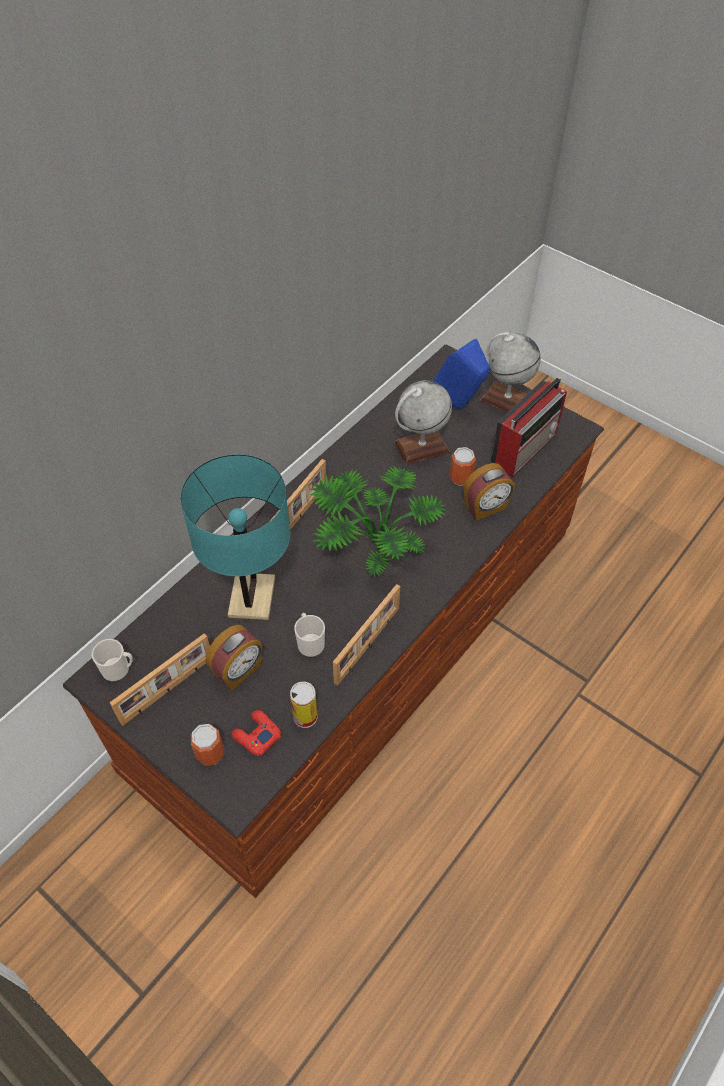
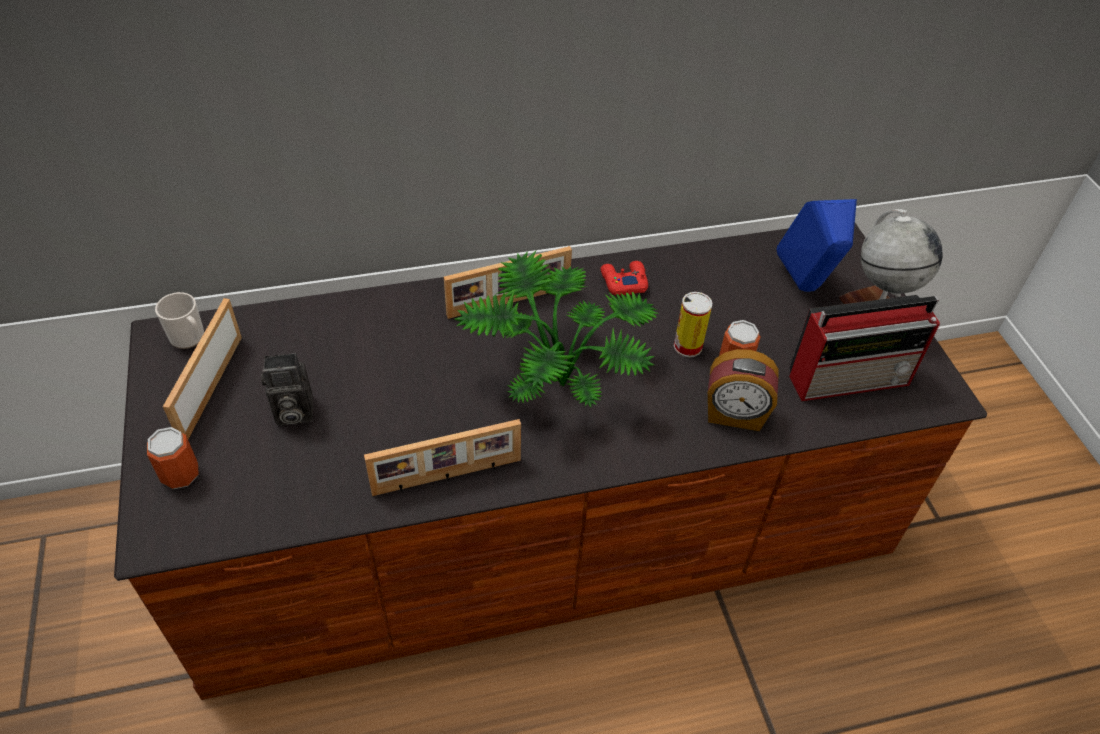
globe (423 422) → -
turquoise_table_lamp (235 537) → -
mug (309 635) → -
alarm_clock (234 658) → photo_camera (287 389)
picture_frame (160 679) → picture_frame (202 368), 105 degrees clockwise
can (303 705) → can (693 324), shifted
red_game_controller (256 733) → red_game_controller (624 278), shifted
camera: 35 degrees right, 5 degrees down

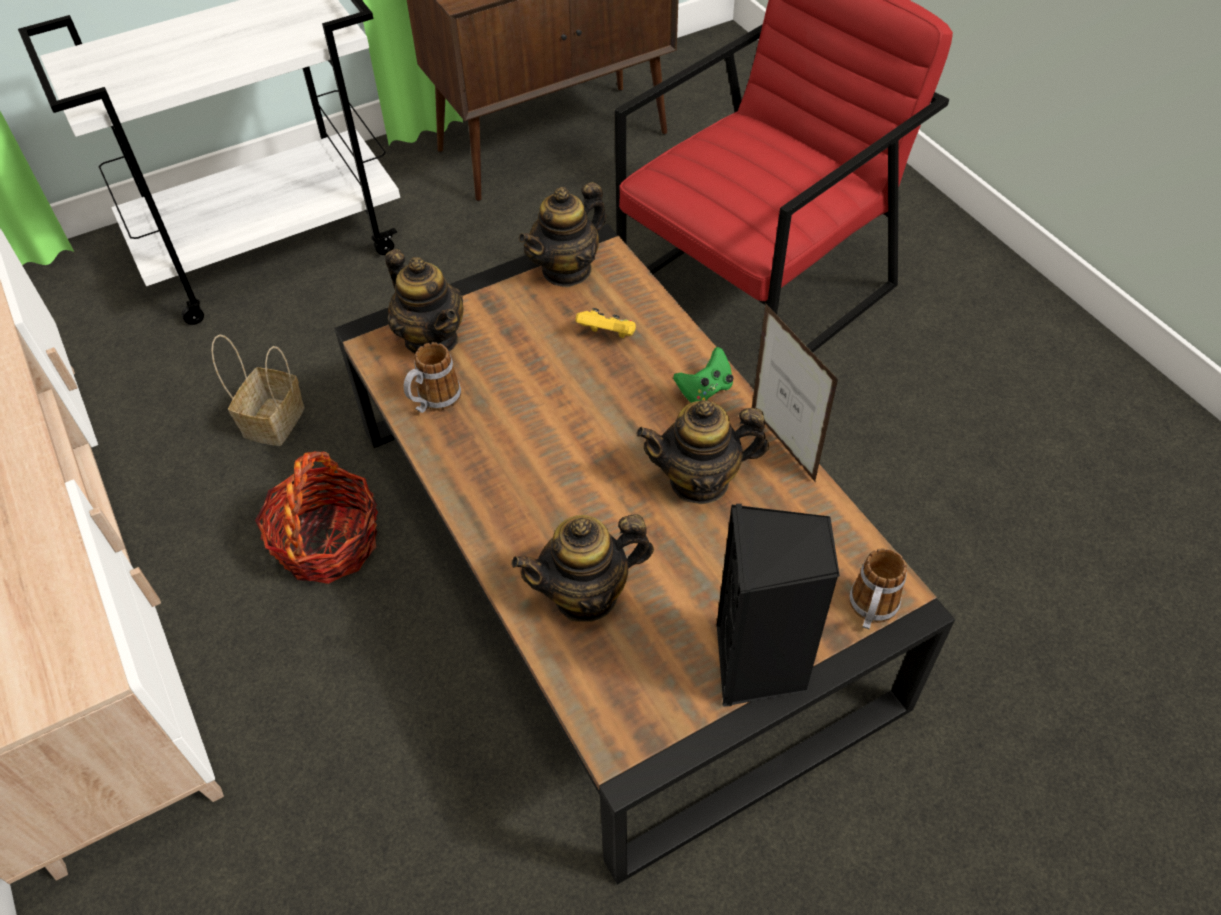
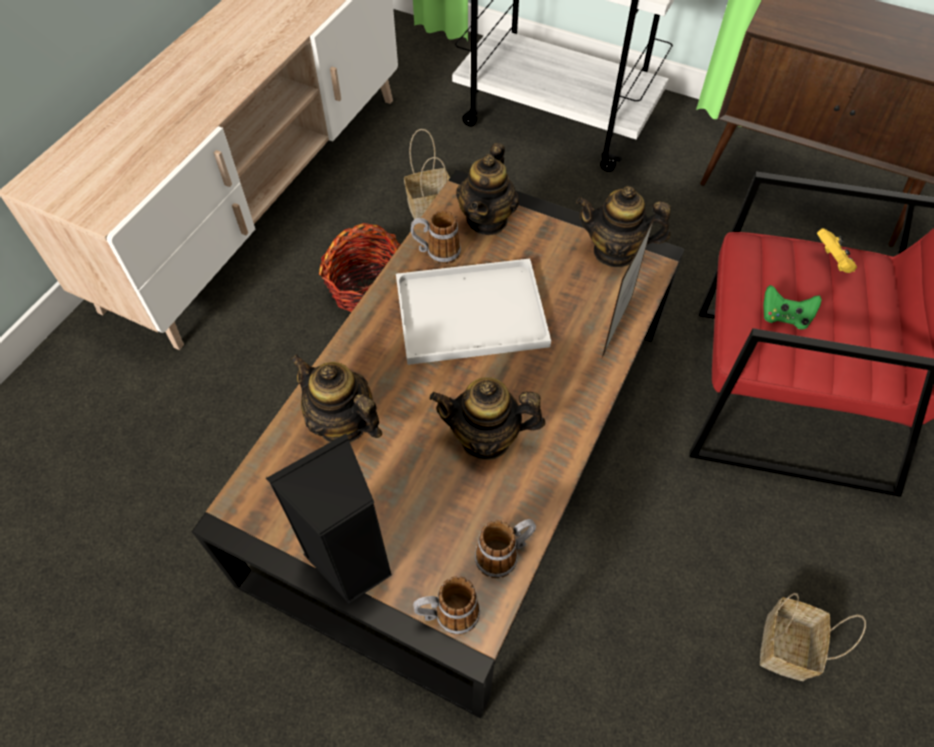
picture_frame (795 393) → picture_frame (629 285), shifted
yellow_game_controller (606 323) → yellow_game_controller (837 250), shifted
green_game_controller (703 375) → green_game_controller (792 307), shifted
teapot (702 452) → teapot (487 418), 45 degrees counterclockwise
- → white_tray (473 312)
- → mug (505 548)
- → basket (813 637)
camera: 55 degrees right, 5 degrees up

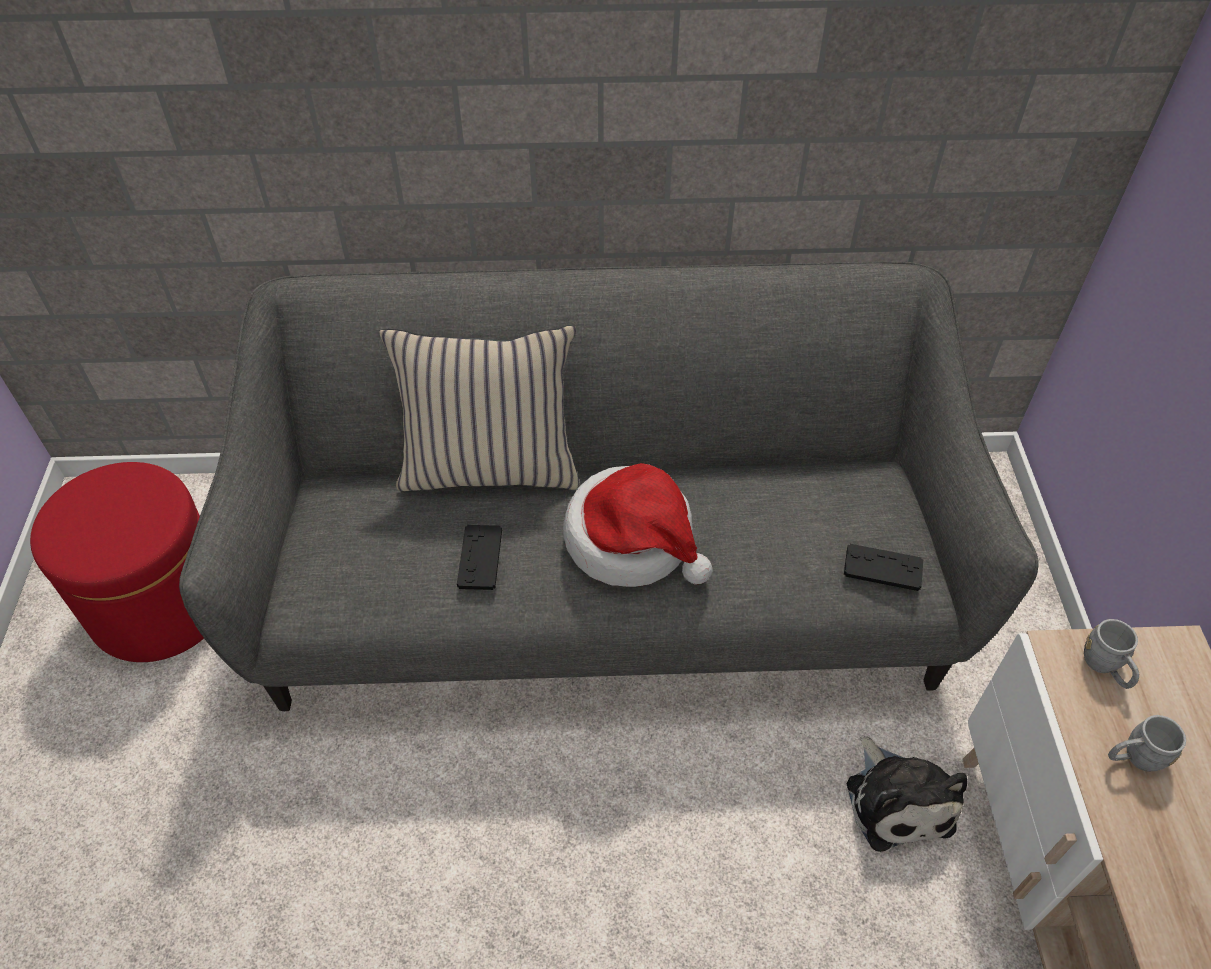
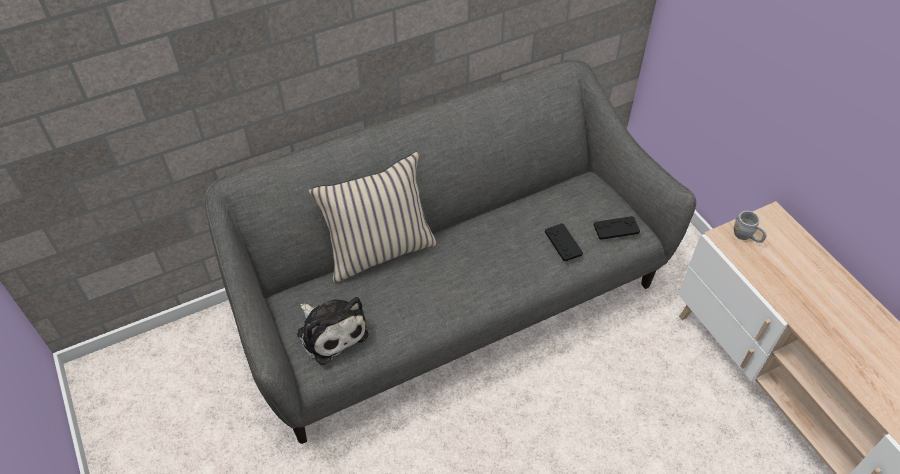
red_ottoman (117 562) → -
hat (638 525) → -
black_game_controller (479 557) → black_game_controller (564 242), shifted
grey_mug (1147 743) → -
plush_toy (907 793) → plush_toy (332 331), shifted
camera: 25 degrees left, 0 degrees up

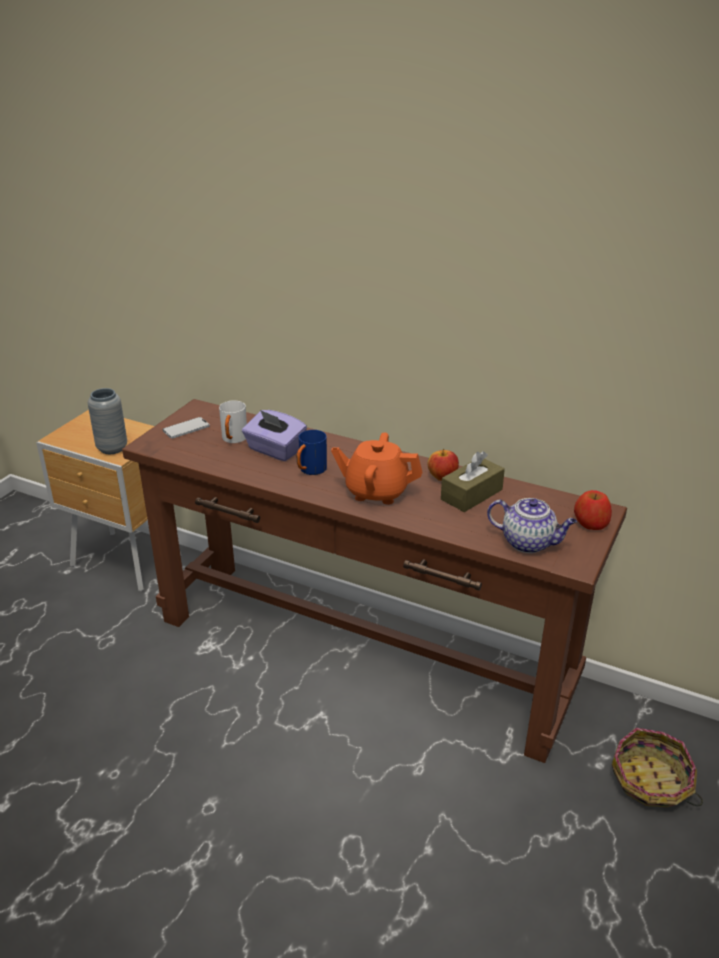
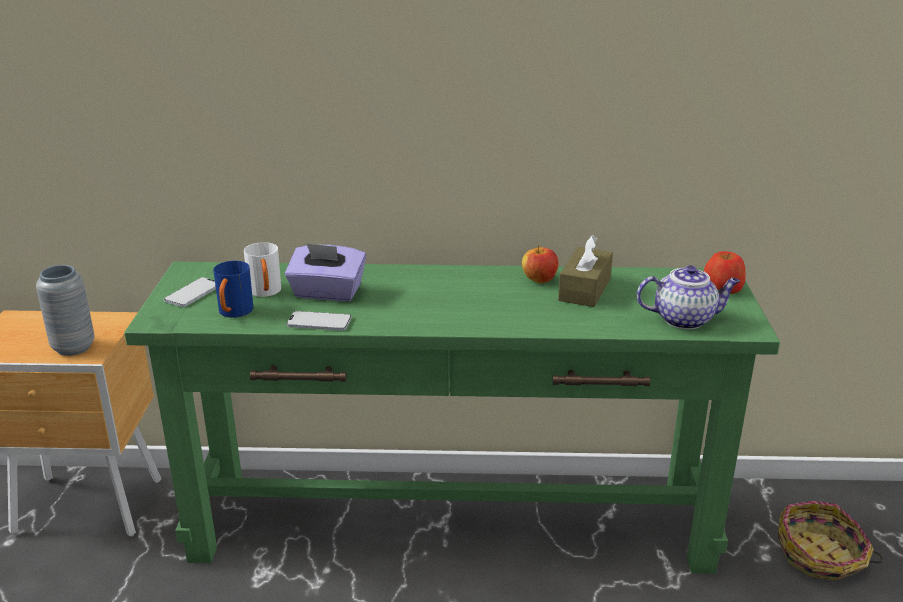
brown_console_table (374 581) → green_console_table (452 417)
blue_mug (312 452) → blue_mug (233 289), shifted
orange_teapot (377 468) → -
- → phone (319 321)
camera: 25 degrees left, 5 degrees down

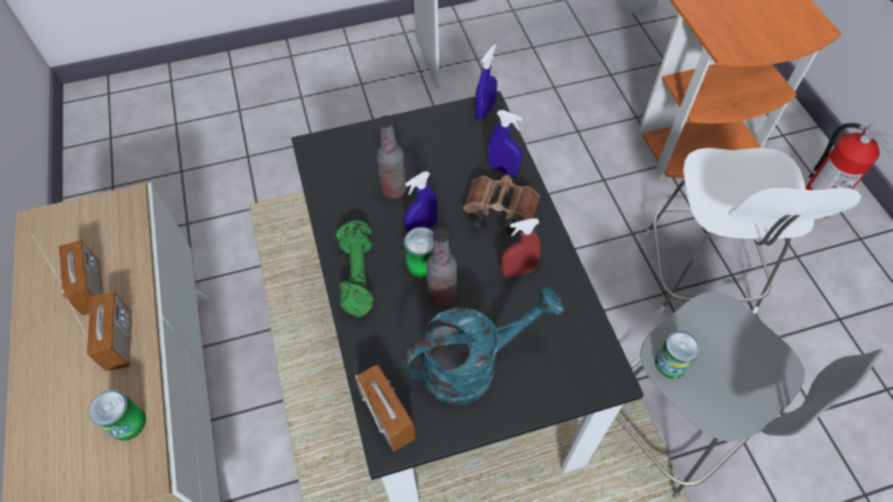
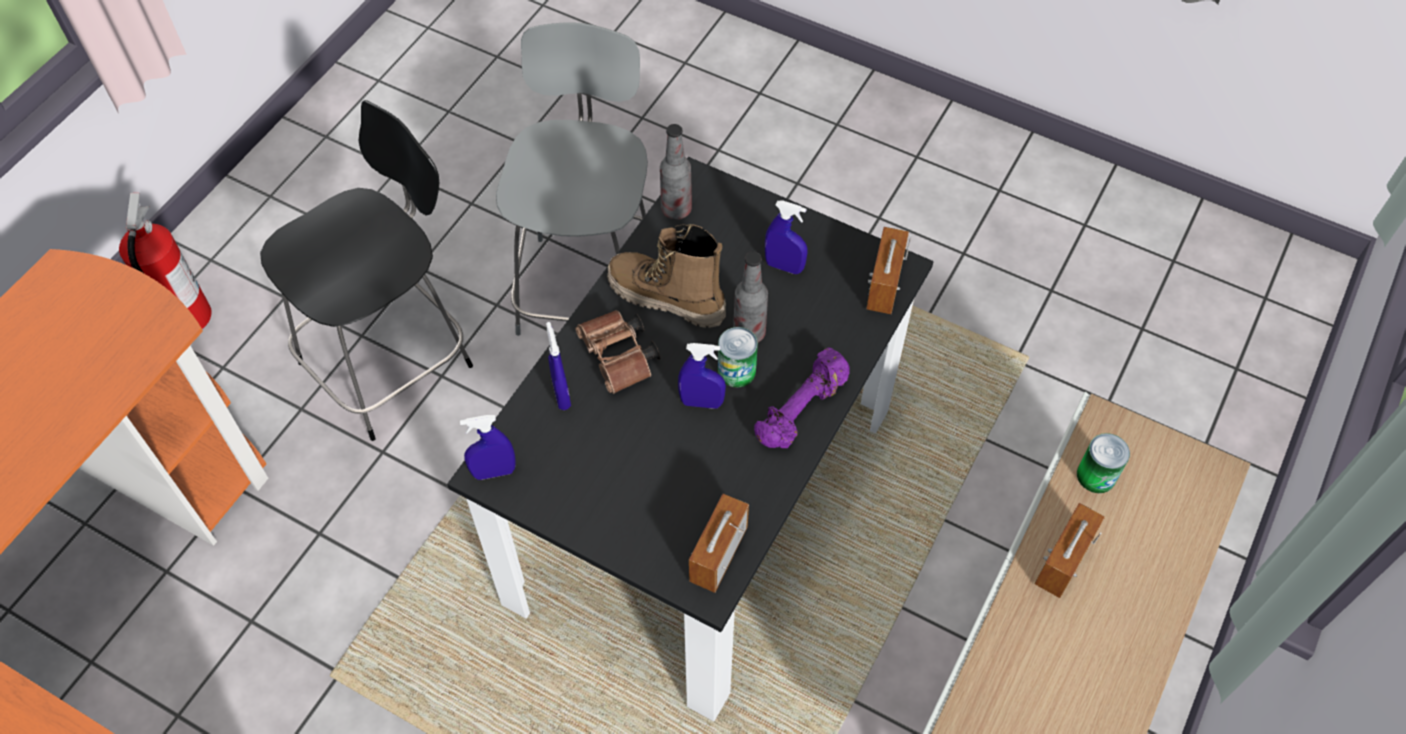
bottle (391 157) → bottle (676 172), shifted
white_stool (752 231) → black_stool (366 270)
red_spray_bottle (521 248) → boot (666 276)
green_dumbbell (355 268) → purple_dumbbell (802 397)
radio (67 275) → radio (719 543), shifted
turquoise_watering_can (483 345) → blue_spray_bottle (786 237)
can (677 354) → -
camera: 135 degrees left, 0 degrees up

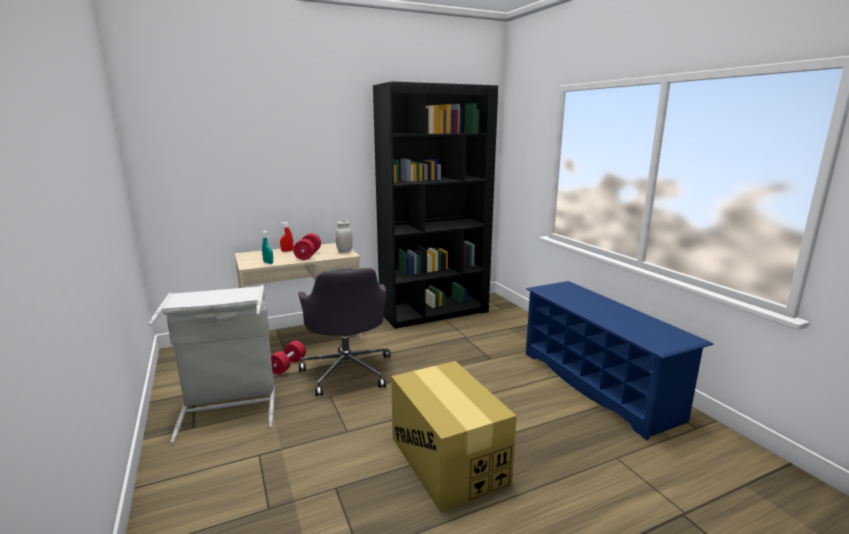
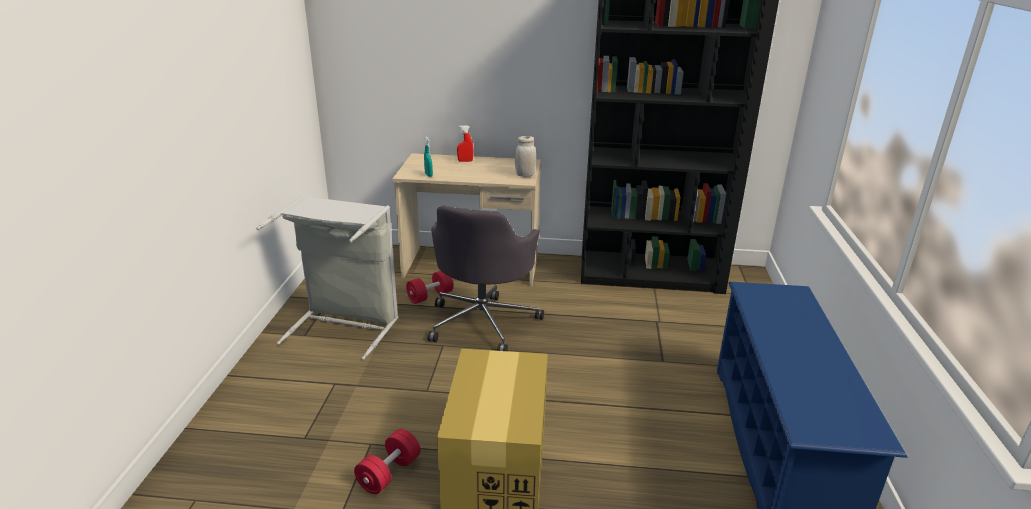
red_dumbbell (307 246) → red_dumbbell (387 461), shifted
camera: 30 degrees right, 10 degrees up

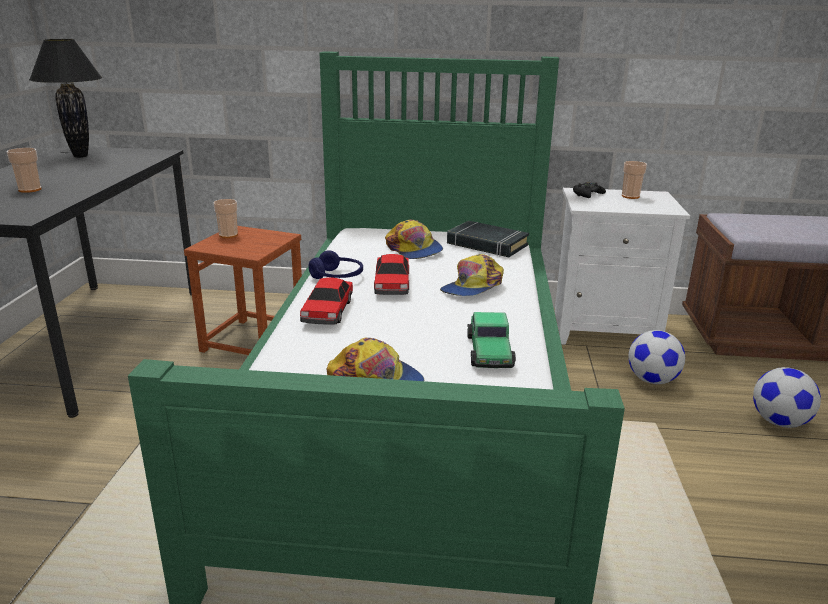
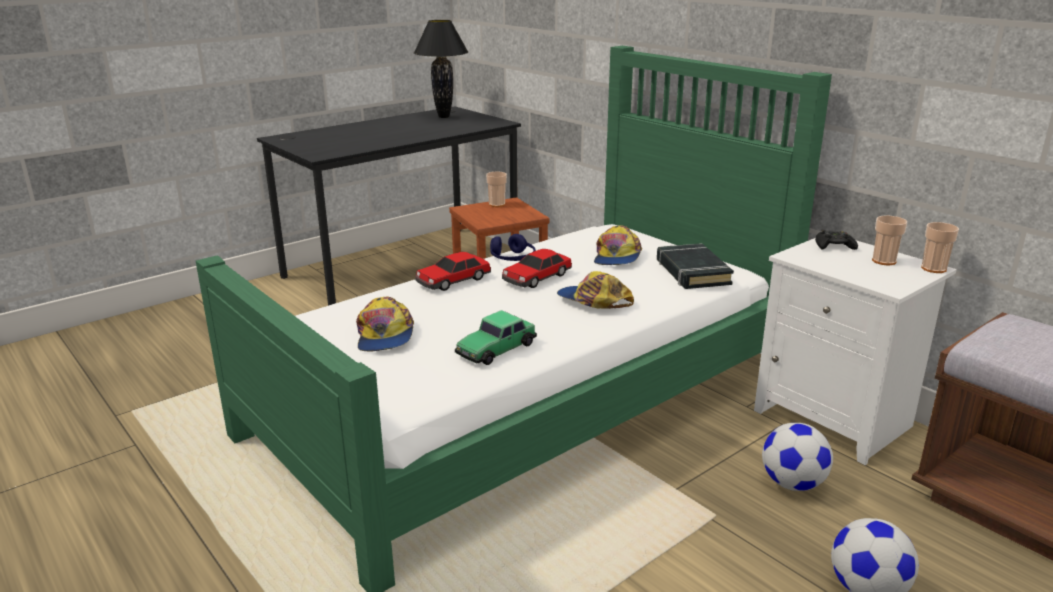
cup (24 170) → cup (940 247), shifted
cap (472 275) → cap (595 290), 45 degrees clockwise
camera: 45 degrees right, 0 degrees up

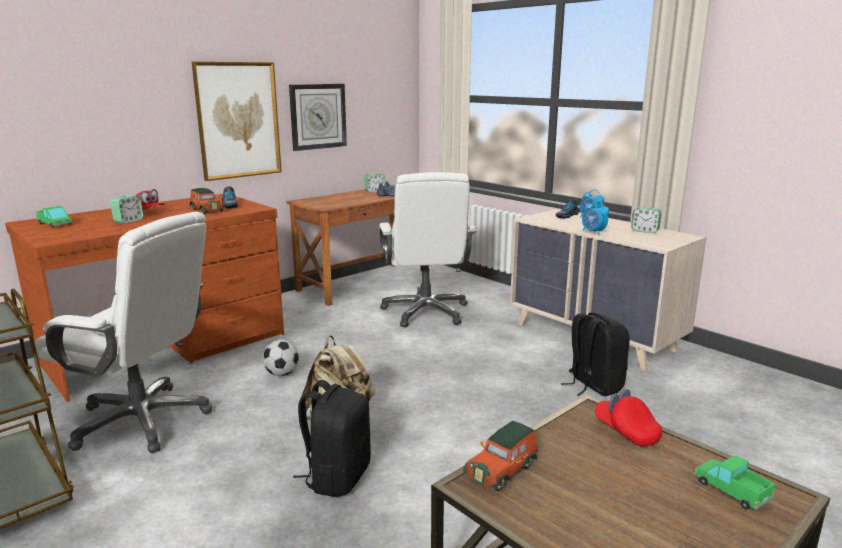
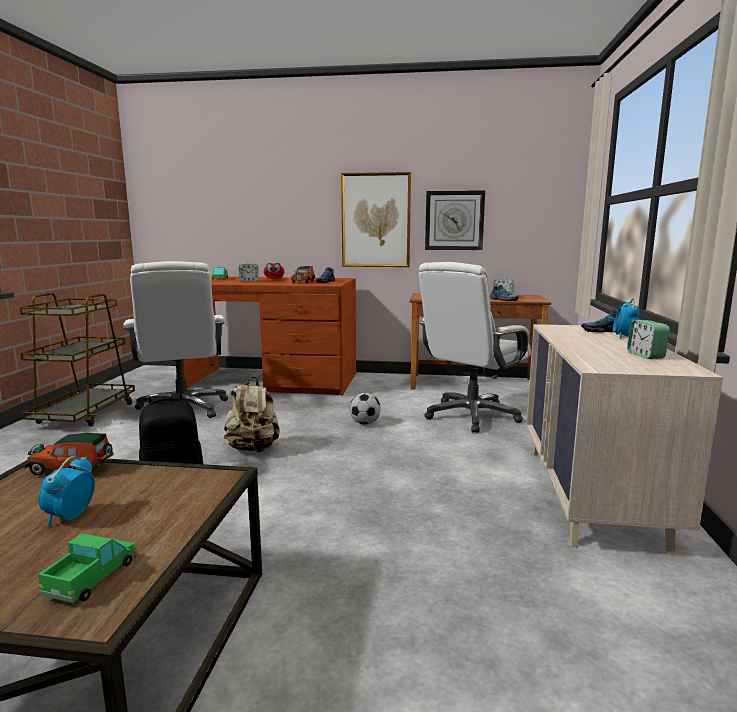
alarm_clock (595 218) → alarm_clock (66 491), shifted
black_backpack (595 354) → -
football (281 357) → football (365 409), shifted
red_cap (628 417) → -
camera: 50 degrees right, 5 degrees down

